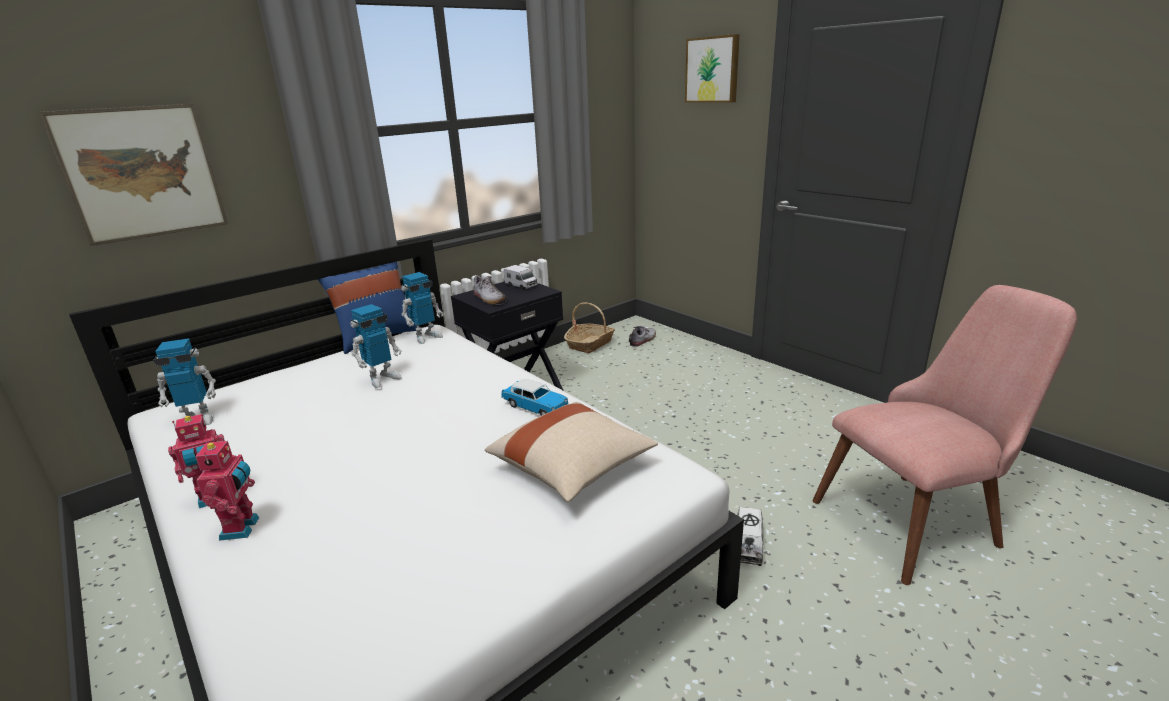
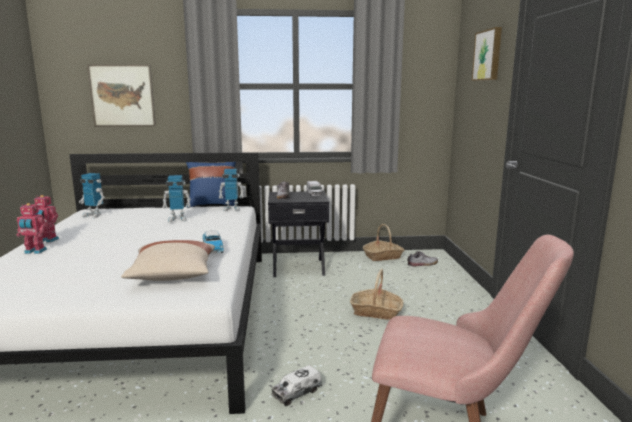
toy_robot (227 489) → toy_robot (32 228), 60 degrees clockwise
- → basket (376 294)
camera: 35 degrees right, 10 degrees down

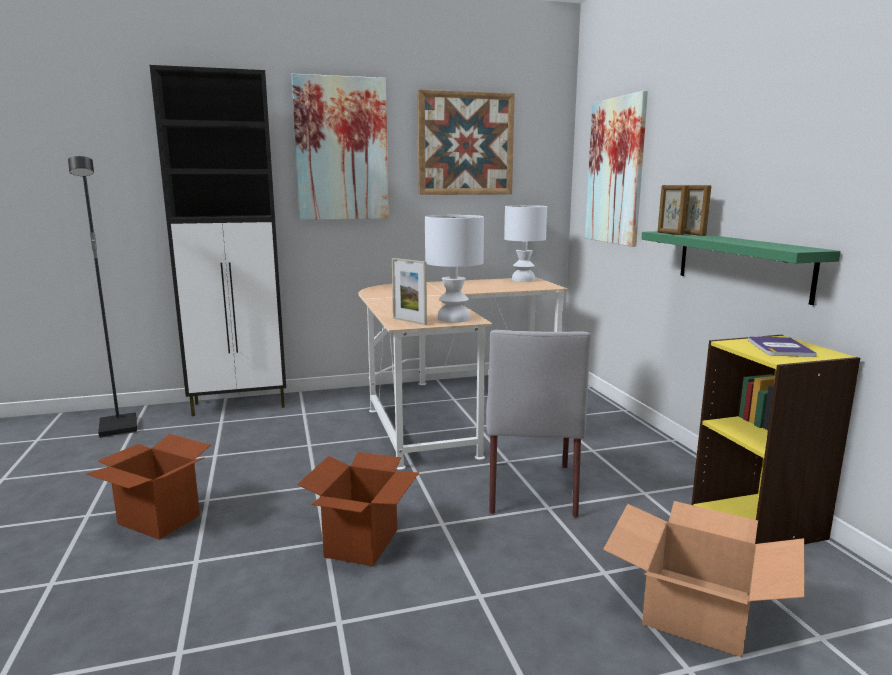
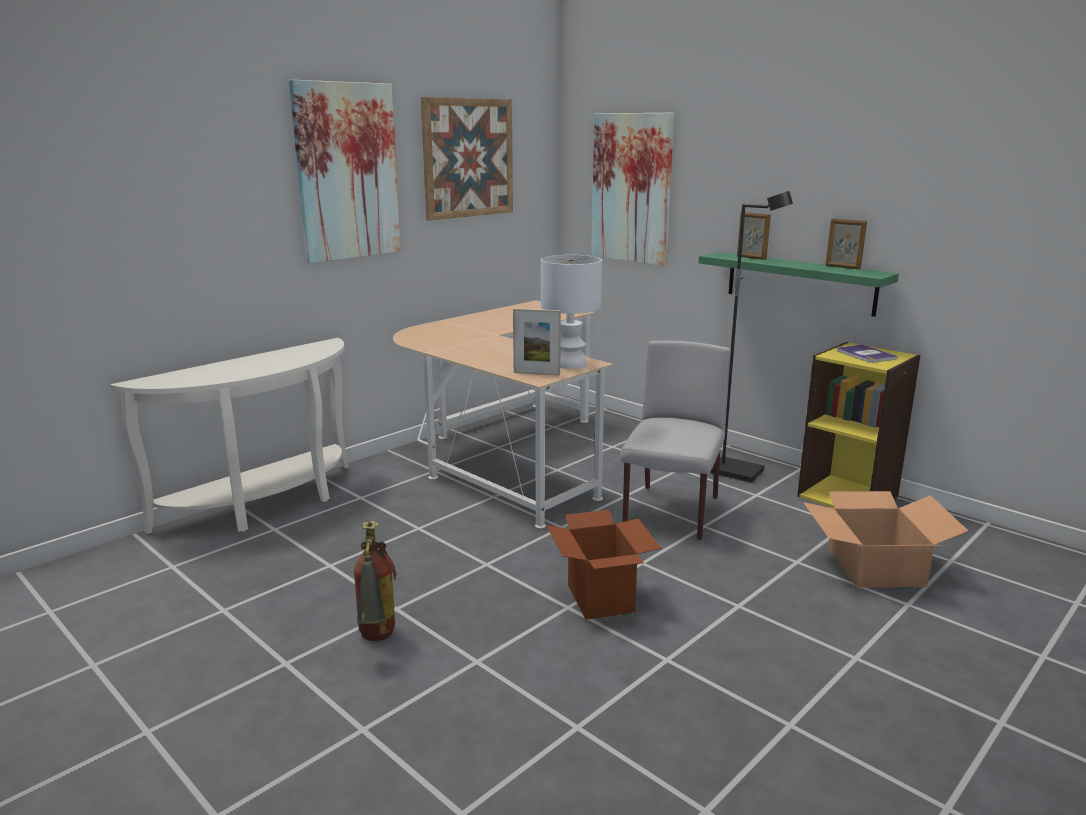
black_cabinet (218 240) → white_console_table (229 436)
black_floor_lamp (102 297) → black_floor_lamp (751 337), shifted
picture_frame (673 210) → picture_frame (846 243), shifted
white_table_lamp (525 243) → -
grey_chair (538 424) → grey_chair (675 441), 135 degrees counterclockwise
cardboard_box (148 487) → fire_extinguisher (375 581)
camera: 30 degrees left, 5 degrees up

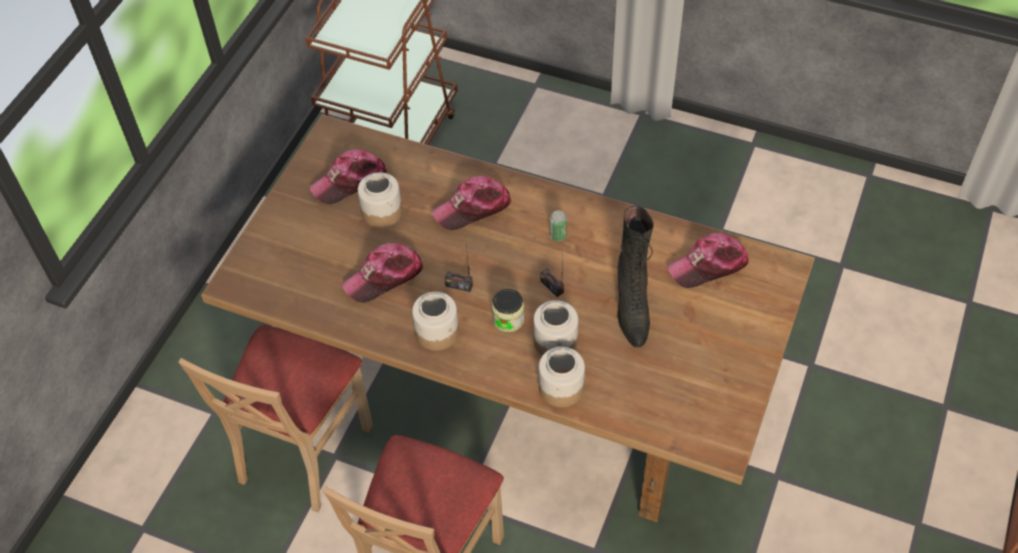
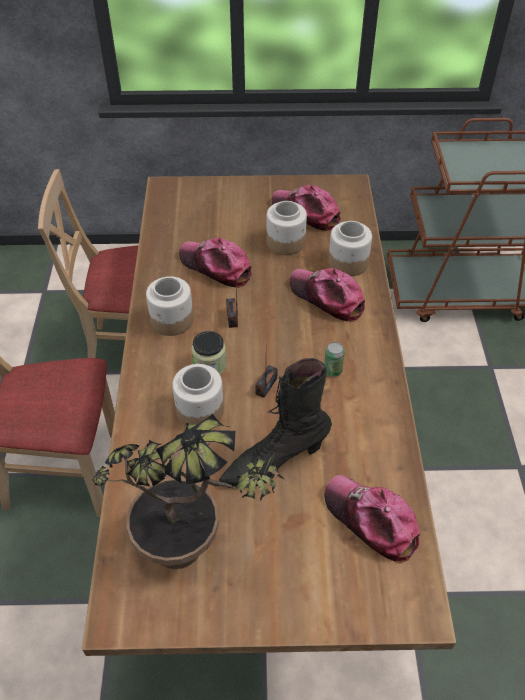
jar (561 377) → jar (350 248), shifted
- → potted_plant (190 491)
camera: 65 degrees right, 5 degrees down

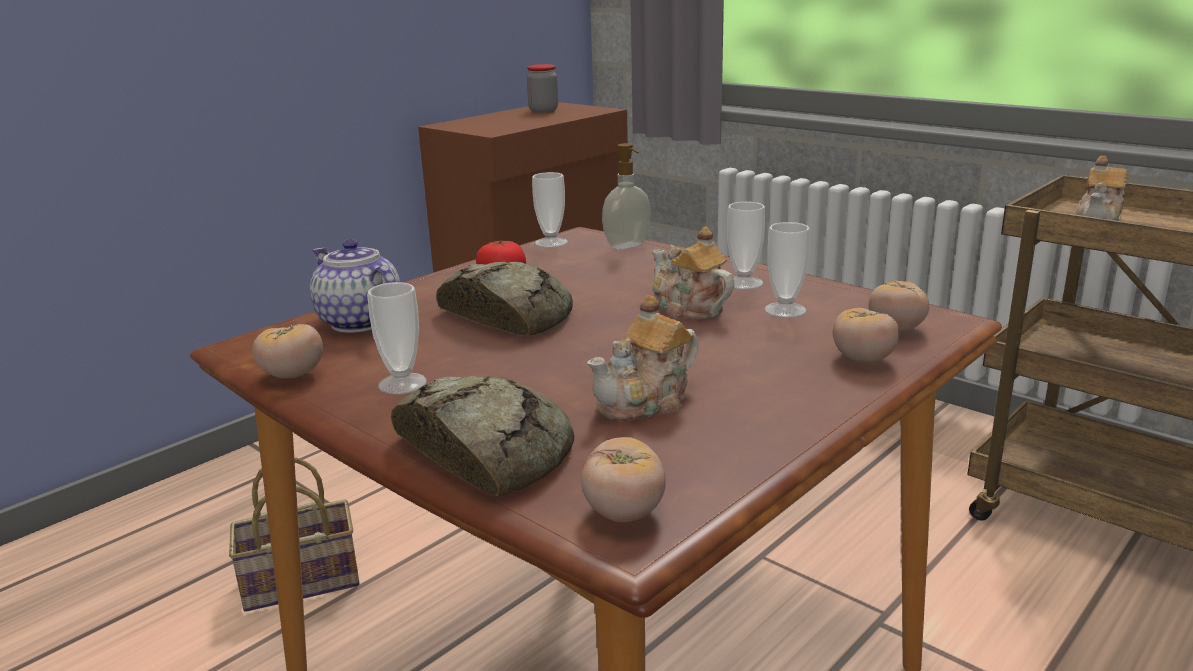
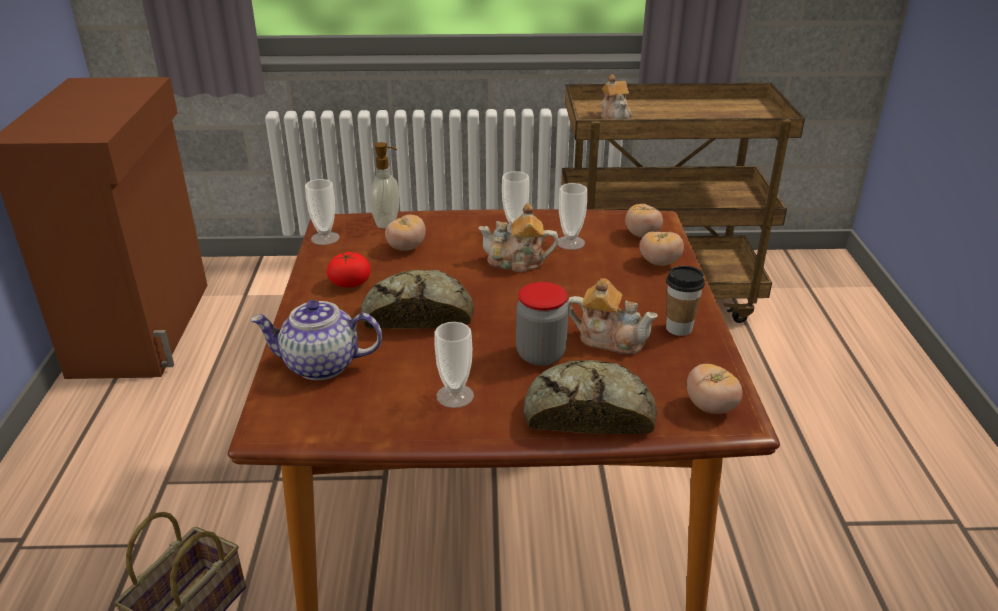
jar (542 88) → jar (542 324), shifted
teapot (643 358) → teapot (612 316), 75 degrees counterclockwise
tomato (287 351) → tomato (405 233), shifted
- → cup (685 301)
camera: 45 degrees left, 10 degrees up

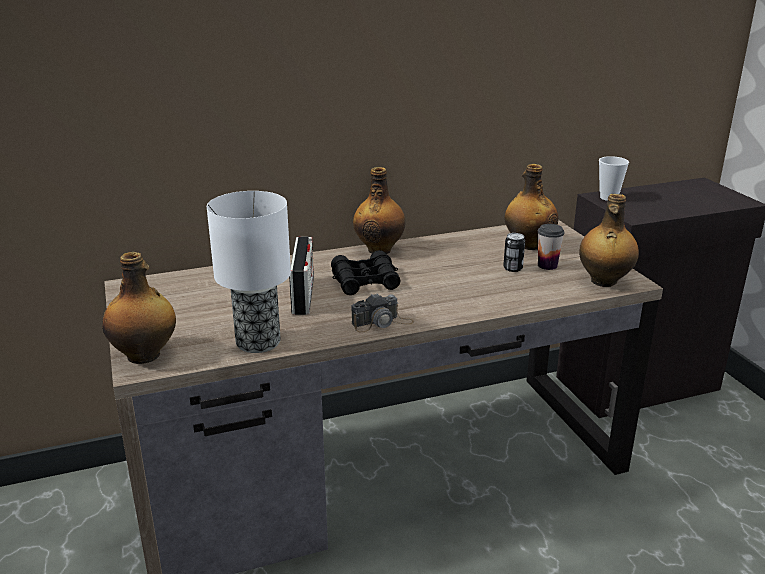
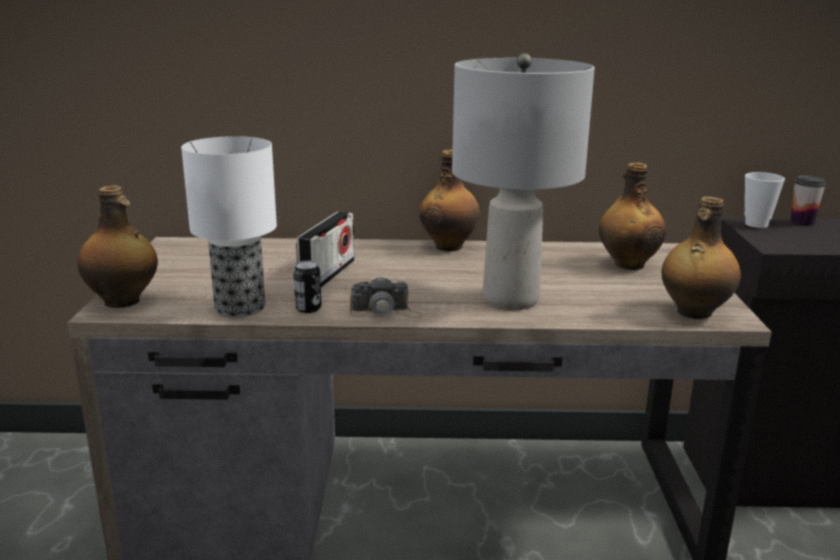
cup (551 247) → cup (808 200), shifted
can (514 252) → can (307 286), shifted
black_binoculars (365 272) → -
- → grey_table_lamp (523 181)
camera: 20 degrees right, 5 degrees down

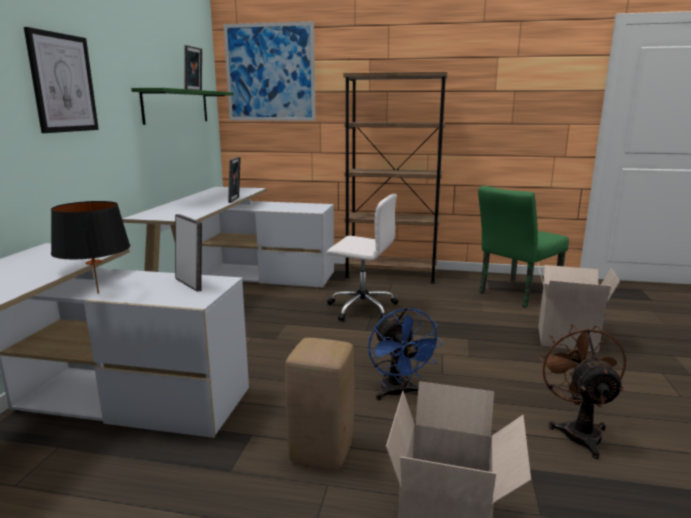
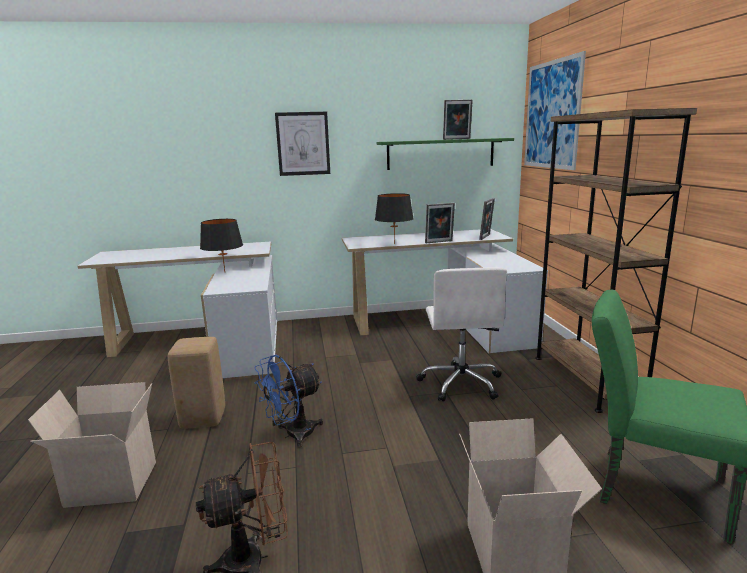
picture_frame (188 252) → picture_frame (487 219), shifted
- → black_table_lamp (394 218)
camera: 70 degrees right, 0 degrees up

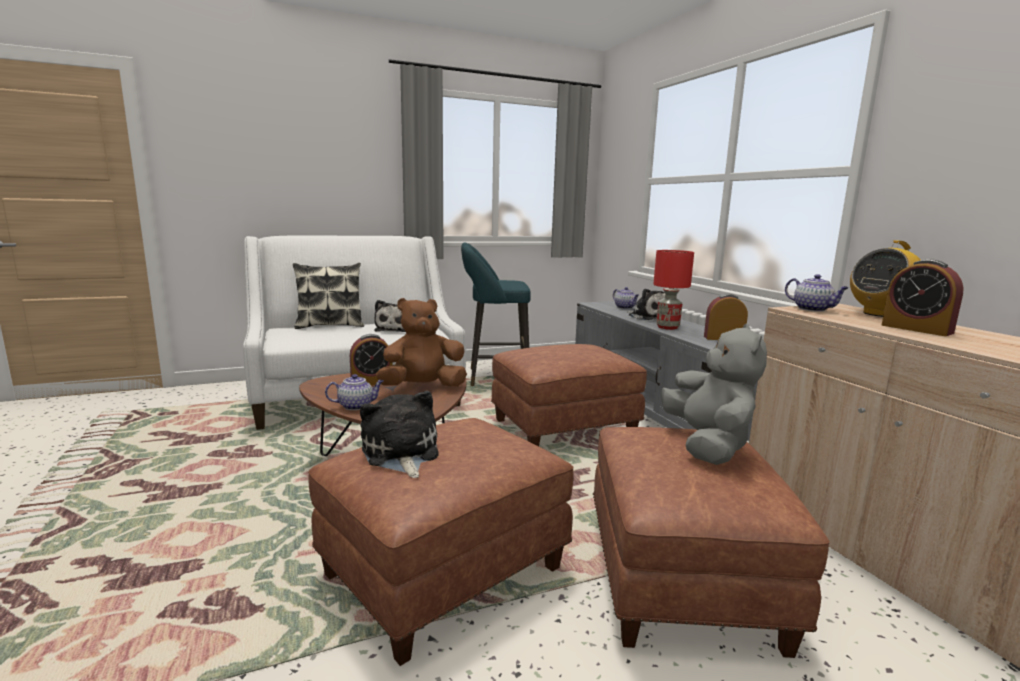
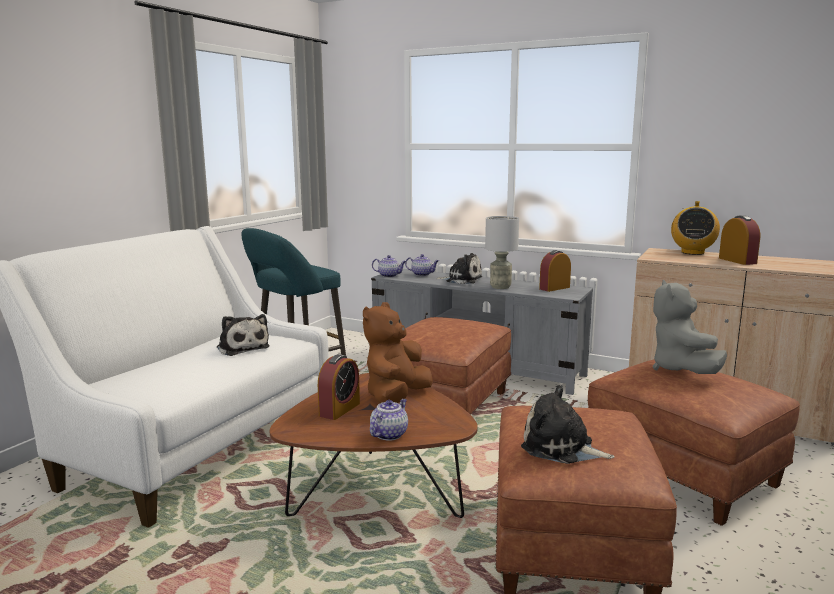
red_table_lamp (673 290) → grey_table_lamp (502 252)
alarm_clock (923 298) → alarm_clock (739 240), 120 degrees counterclockwise
pillow (328 296) → -
teapot (817 293) → teapot (389 266), shifted
grey_plush_toy (714 394) → grey_plush_toy (690 327), 135 degrees counterclockwise
camera: 40 degrees left, 0 degrees up

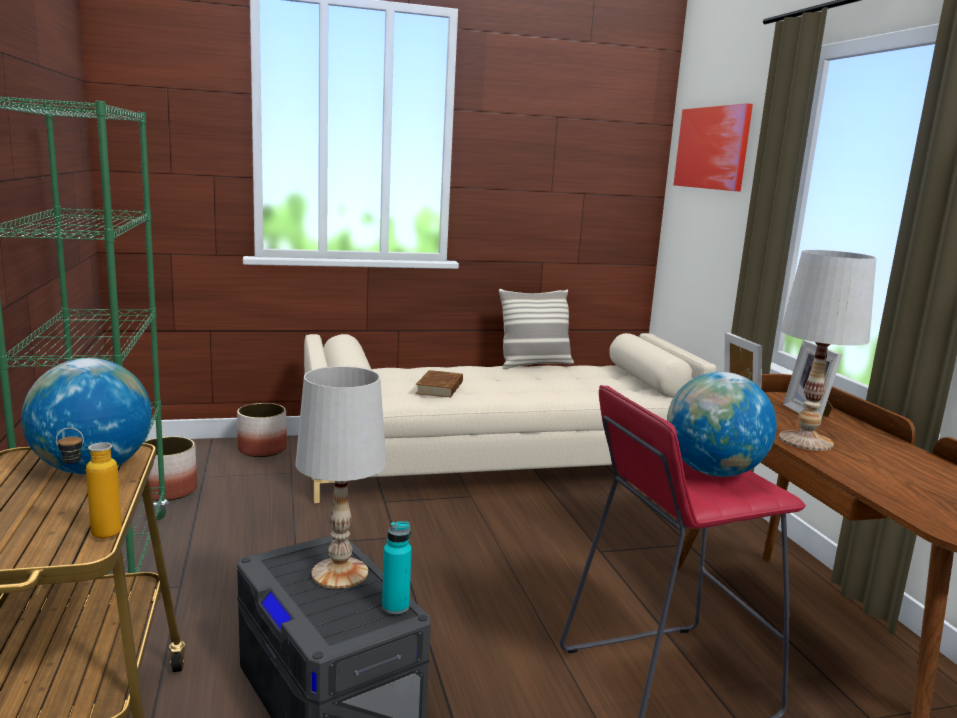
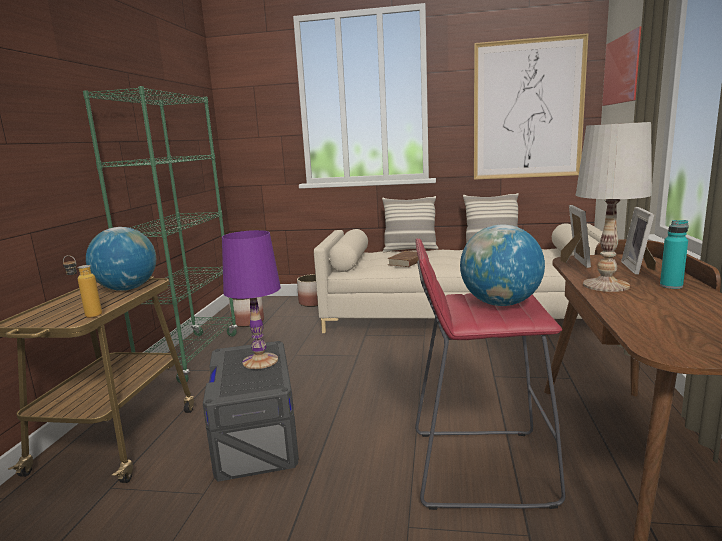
white_table_lamp (341 477) → purple_table_lamp (251 299)
turquoise_bottle (397 567) → turquoise_bottle (674 254), shifted
- → picture (531 106)
- → pillow (410 224)
camera: 25 degrees right, 0 degrees up

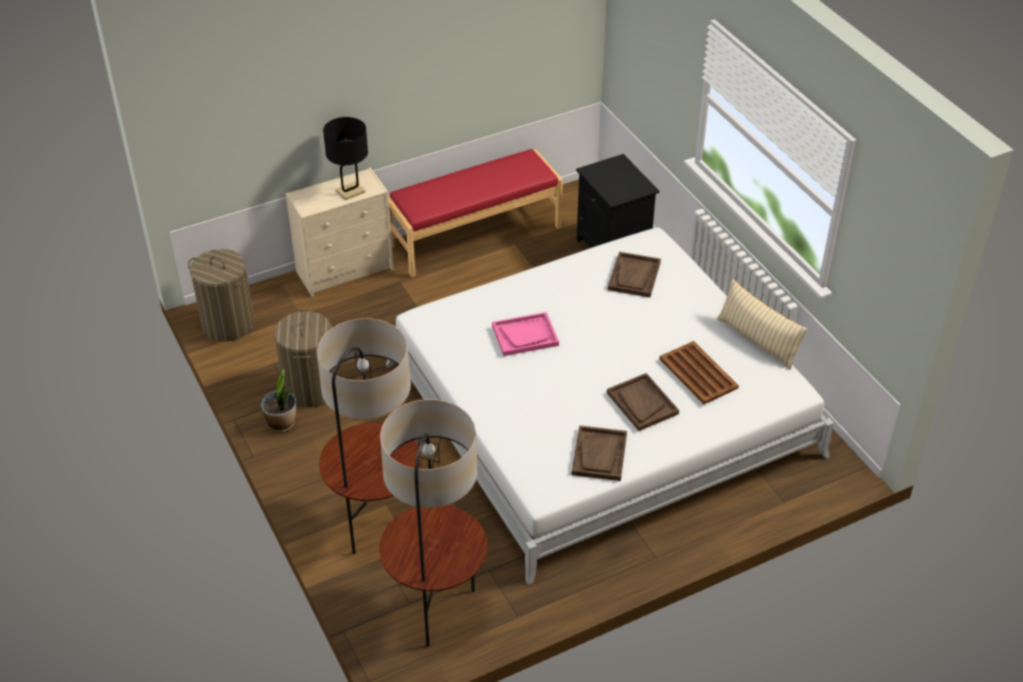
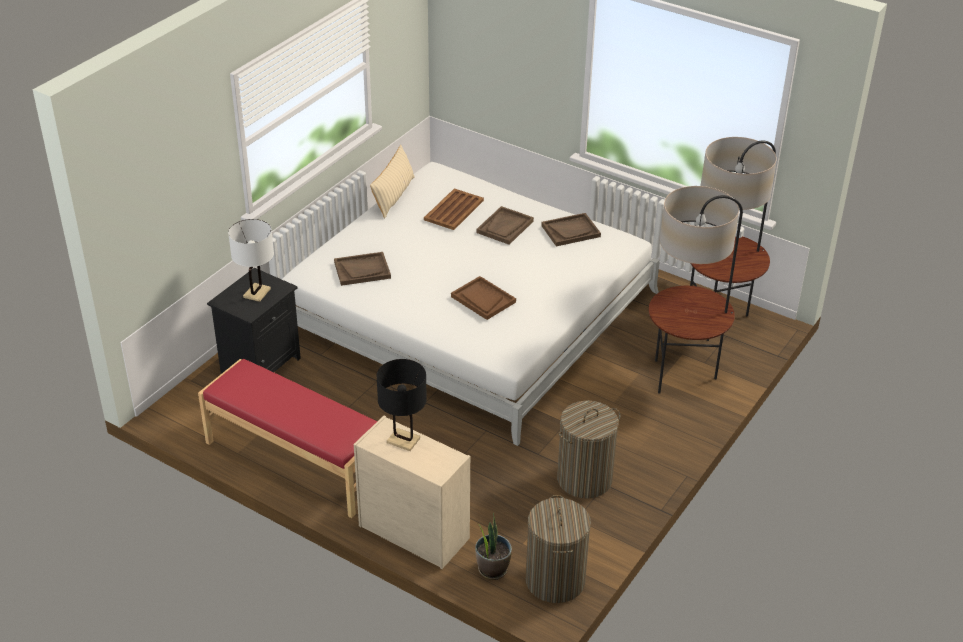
pink_tray (525 334) → brown_tray (483 298)
potted_plant (278 400) → potted_plant (493 546), shifted
- → white_table_lamp (251 260)
camera: 120 degrees left, 5 degrees down

